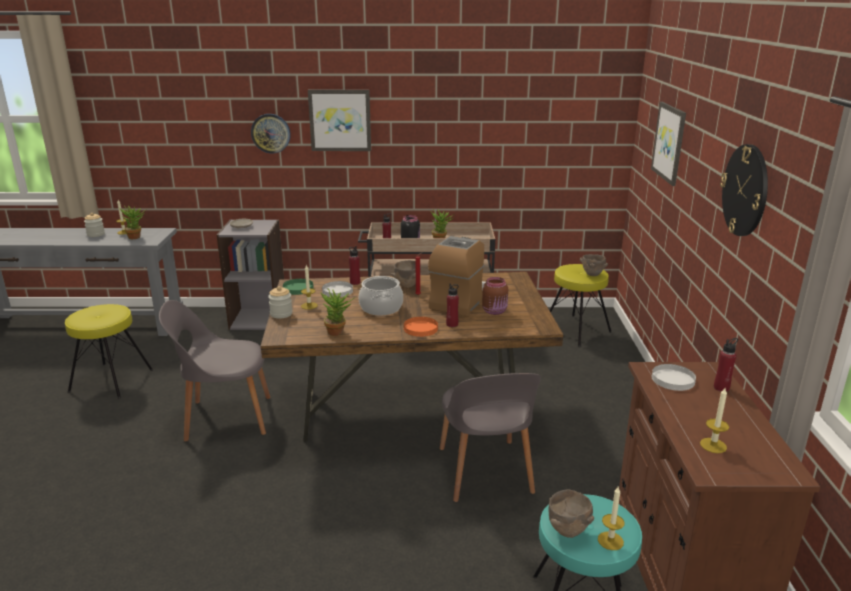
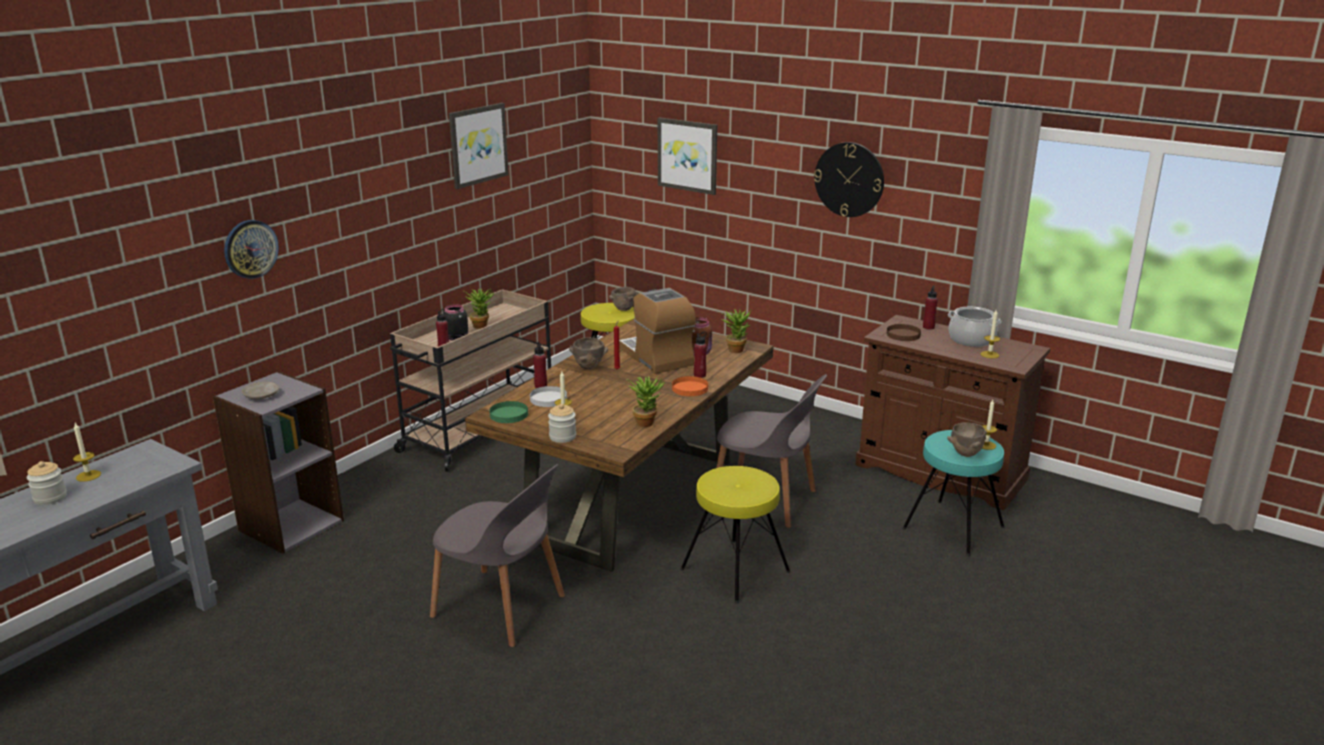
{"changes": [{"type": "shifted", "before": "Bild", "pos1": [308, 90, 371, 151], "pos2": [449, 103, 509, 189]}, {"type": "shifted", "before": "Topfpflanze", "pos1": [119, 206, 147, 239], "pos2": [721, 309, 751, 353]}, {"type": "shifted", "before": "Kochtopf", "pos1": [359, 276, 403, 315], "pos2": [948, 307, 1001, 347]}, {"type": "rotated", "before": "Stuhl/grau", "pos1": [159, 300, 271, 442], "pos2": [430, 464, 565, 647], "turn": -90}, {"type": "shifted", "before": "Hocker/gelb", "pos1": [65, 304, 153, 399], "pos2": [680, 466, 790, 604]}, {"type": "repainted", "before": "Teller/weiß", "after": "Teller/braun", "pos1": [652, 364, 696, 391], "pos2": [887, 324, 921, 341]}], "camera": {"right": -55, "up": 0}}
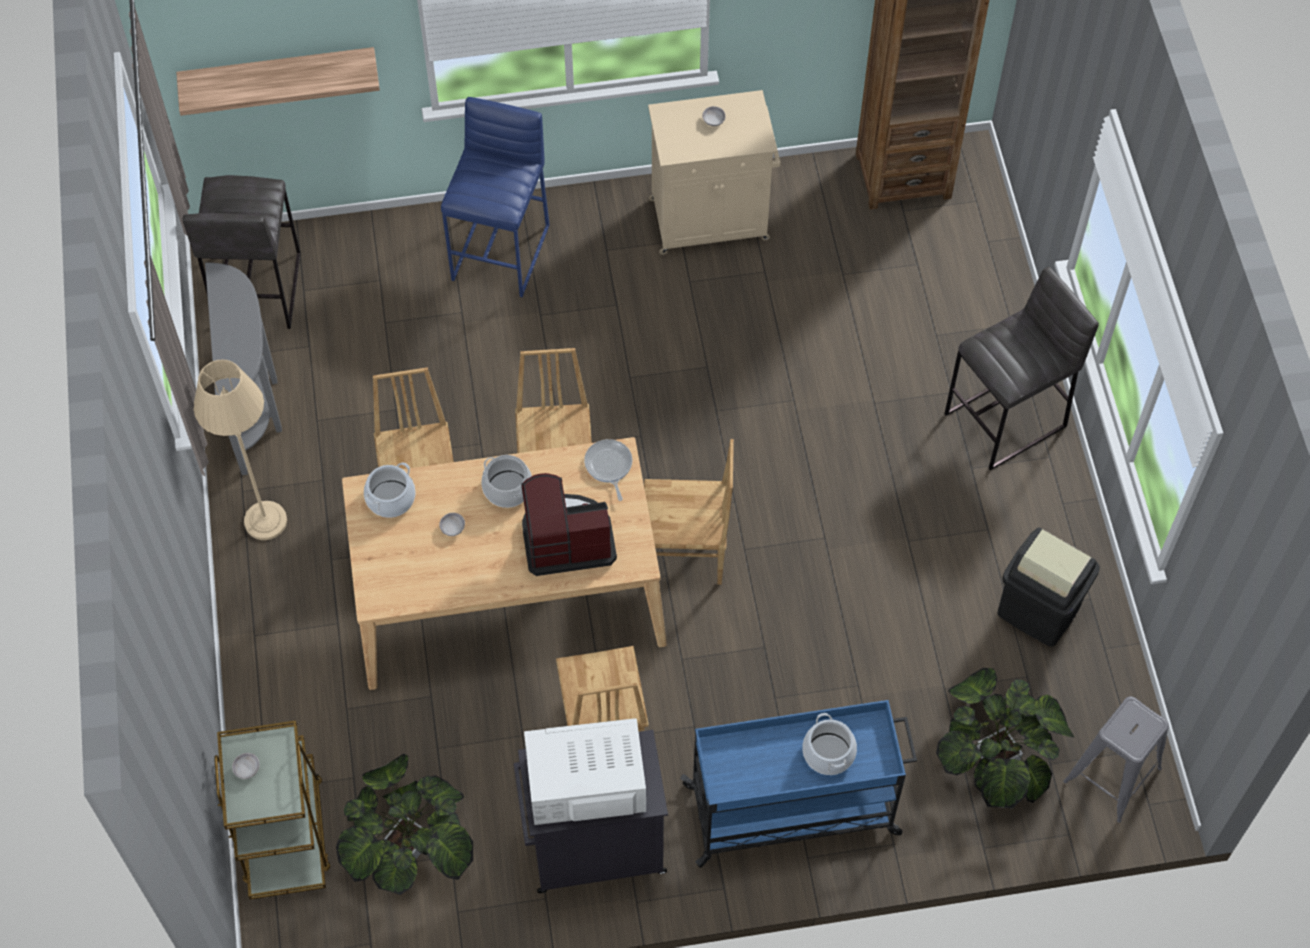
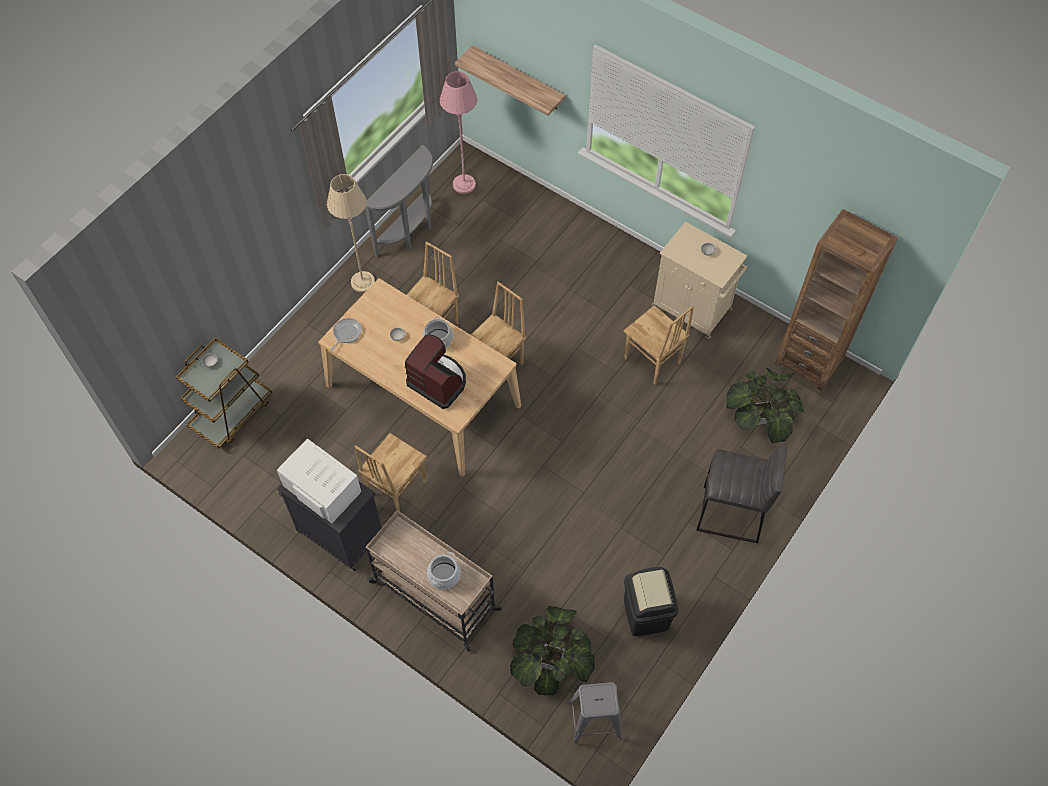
{"changes": [{"type": "gone", "before": "Hocker/blau", "pos1": [441, 97, 550, 297]}, {"type": "swapped", "before": "Hocker/grau", "after": "Stehlampe/rosa", "pos1": [183, 175, 301, 329], "pos2": [440, 71, 477, 194]}, {"type": "shifted", "before": "Pfanne", "pos1": [584, 439, 632, 501], "pos2": [330, 318, 362, 351]}, {"type": "shifted", "before": "Stuhl/braun", "pos1": [644, 439, 734, 585], "pos2": [624, 305, 694, 385]}, {"type": "gone", "before": "Kochtopf", "pos1": [364, 462, 416, 518]}, {"type": "repainted", "before": "Rollwagen/blau", "after": "Rollwagen/beige", "pos1": [680, 700, 917, 868], "pos2": [365, 510, 501, 652]}, {"type": "shifted", "before": "Topfpflanze", "pos1": [336, 754, 473, 895], "pos2": [727, 368, 804, 443]}], "camera": {"right": 45, "up": 0}}
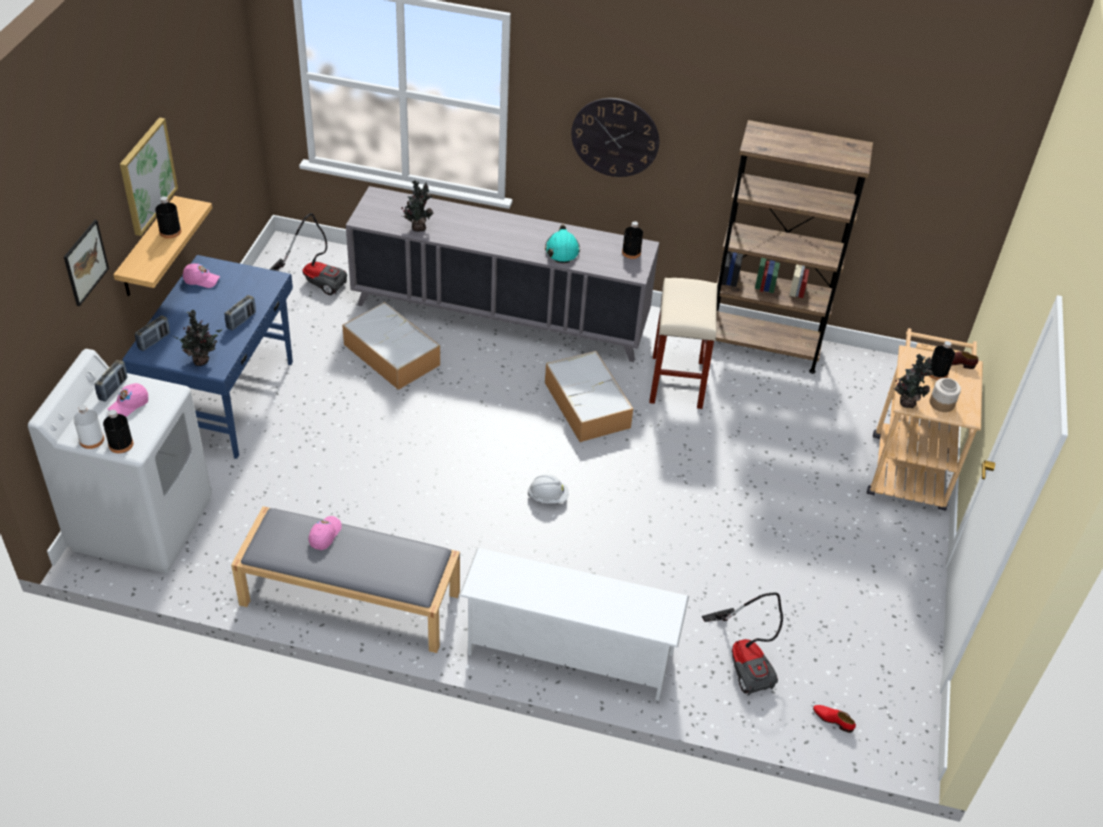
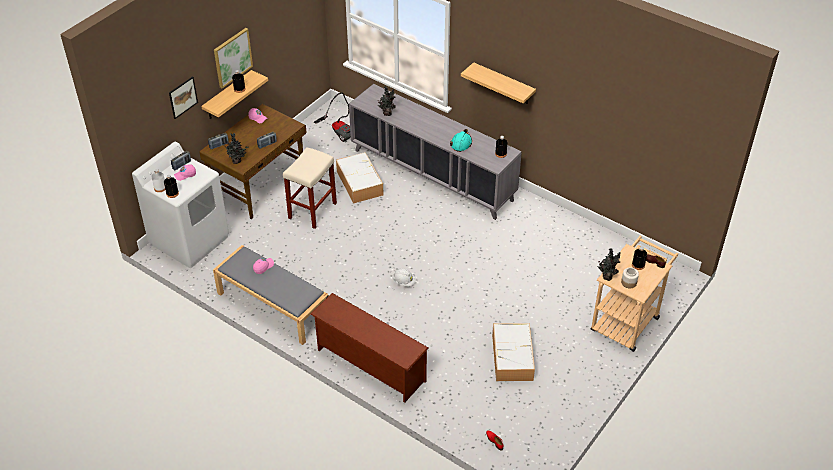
{"changes": [{"type": "swapped", "before": "Wanduhr", "after": "Wandregal", "pos1": [571, 98, 659, 177], "pos2": [461, 62, 536, 104]}, {"type": "gone", "before": "Bücherregal/braun", "pos1": [715, 120, 873, 374]}, {"type": "repainted", "before": "Schreibtisch/blau", "after": "Schreibtisch/braun", "pos1": [122, 255, 293, 459], "pos2": [200, 104, 306, 219]}, {"type": "shifted", "before": "Hocker/beige", "pos1": [649, 278, 717, 409], "pos2": [283, 147, 337, 229]}, {"type": "shifted", "before": "Aufbewahrungsbox", "pos1": [545, 351, 633, 442], "pos2": [492, 323, 535, 381]}, {"type": "repainted", "before": "Schuhregal/weiß", "after": "Schuhregal/braun", "pos1": [459, 547, 689, 701], "pos2": [310, 293, 429, 402]}, {"type": "gone", "before": "Staubsauger", "pos1": [702, 592, 783, 696]}], "camera": {"right": 25, "up": 0}}
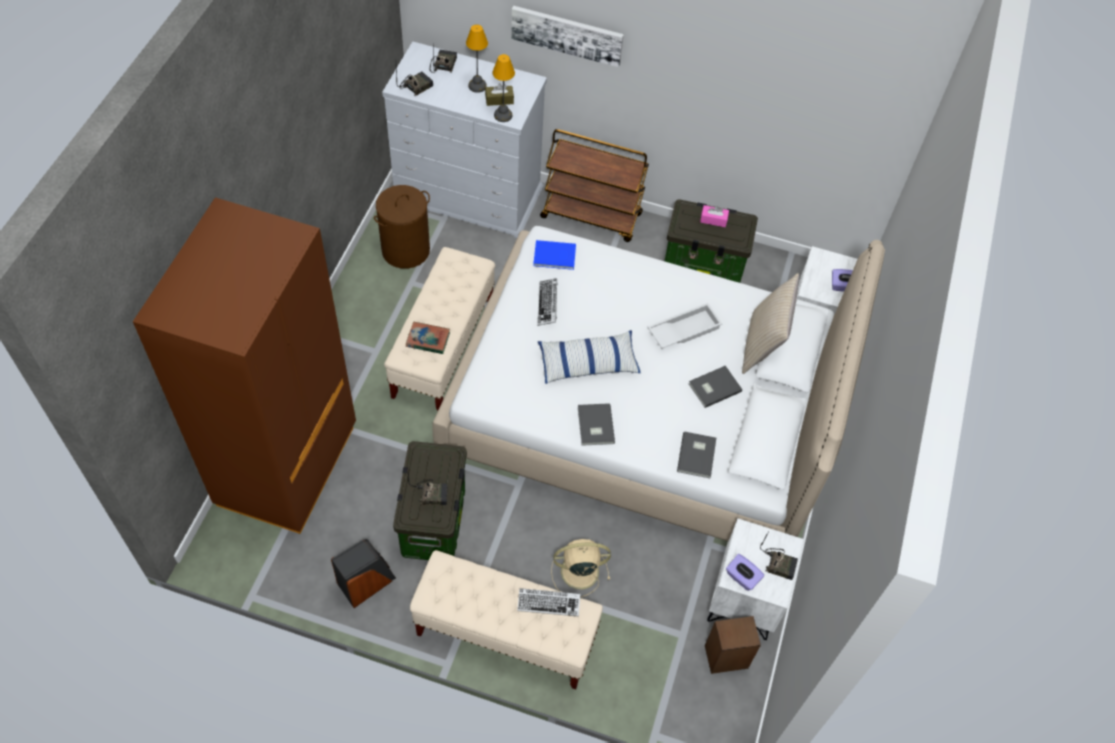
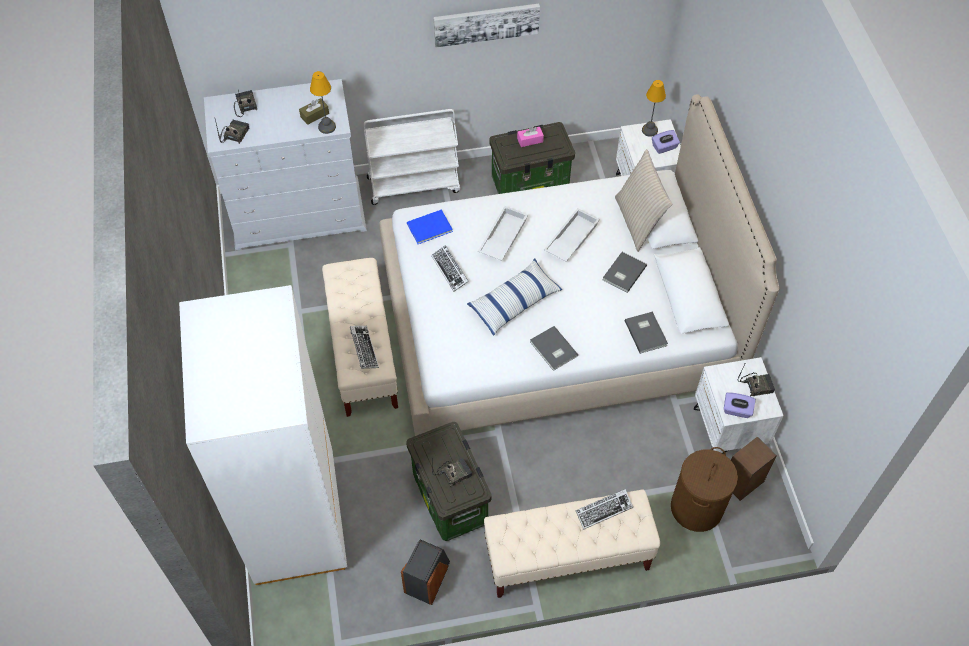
{"changes": [{"type": "shifted", "before": "Bild", "pos1": [511, 6, 624, 67], "pos2": [434, 4, 540, 47]}, {"type": "shifted", "before": "Tischlampe", "pos1": [466, 24, 488, 93], "pos2": [642, 80, 666, 137]}, {"type": "repainted", "before": "Rollwagen/braun", "after": "Rollwagen/weiß", "pos1": [540, 129, 649, 242], "pos2": [364, 109, 460, 205]}, {"type": "shifted", "before": "Wäschekorb/braun", "pos1": [374, 185, 430, 269], "pos2": [671, 447, 738, 532]}, {"type": "repainted", "before": "Kleiderschrank/braun", "after": "Kleiderschrank/weiß", "pos1": [133, 197, 356, 534], "pos2": [179, 285, 347, 585]}, {"type": "swapped", "before": "Buch", "after": "Tastatur", "pos1": [406, 322, 450, 354], "pos2": [350, 326, 379, 369]}, {"type": "gone", "before": "Ventilator/beige", "pos1": [551, 539, 611, 598]}, {"type": "new", "after": "Tablett/weiß", "pos2": [478, 206, 528, 261]}], "camera": {"right": -25, "up": 0}}
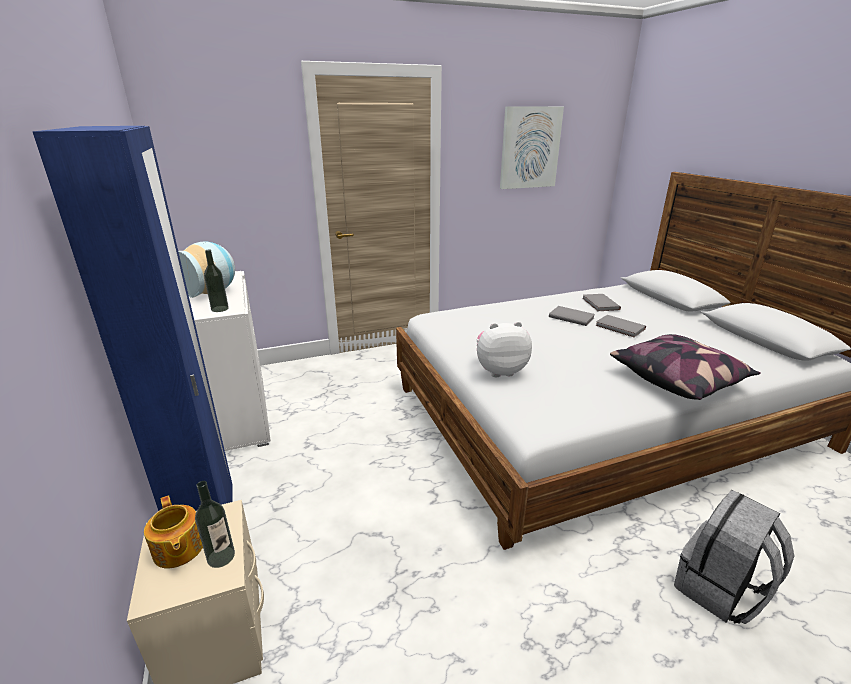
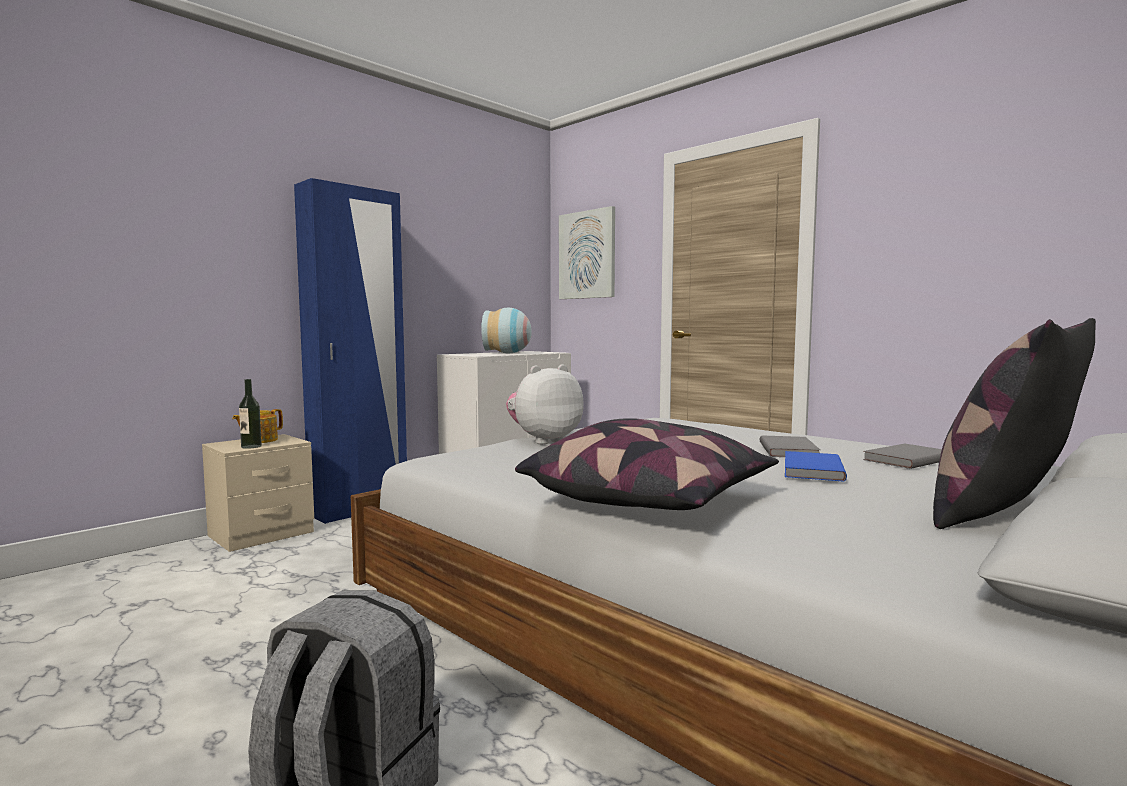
{"changes": [{"type": "shifted", "before": "Bild", "pos1": [500, 106, 564, 189], "pos2": [559, 206, 615, 299]}, {"type": "gone", "before": "Flasche", "pos1": [204, 249, 229, 312]}, {"type": "repainted", "before": "Buch/grau", "after": "Buch/blau", "pos1": [595, 315, 646, 338], "pos2": [785, 451, 847, 482]}, {"type": "rotated", "before": "Plüschtier", "pos1": [476, 321, 532, 377], "pos2": [506, 364, 583, 444], "turn": -90}, {"type": "new", "after": "Kissen", "pos2": [933, 318, 1096, 529]}], "camera": {"right": 65, "up": -20}}
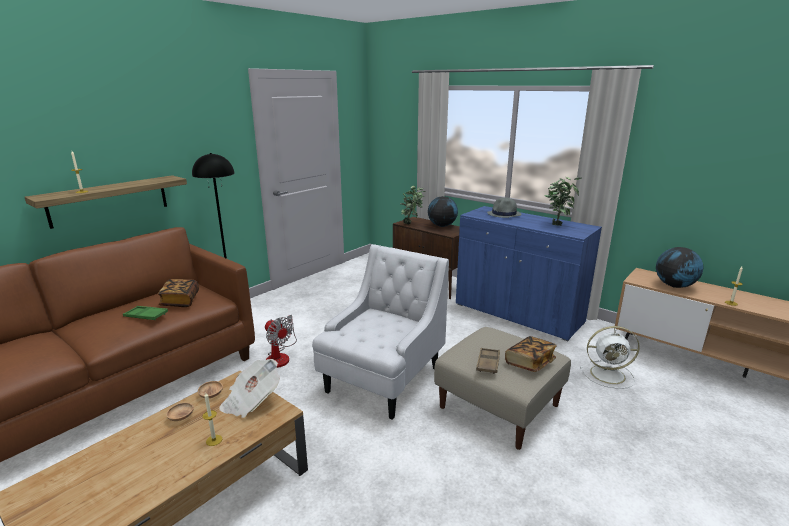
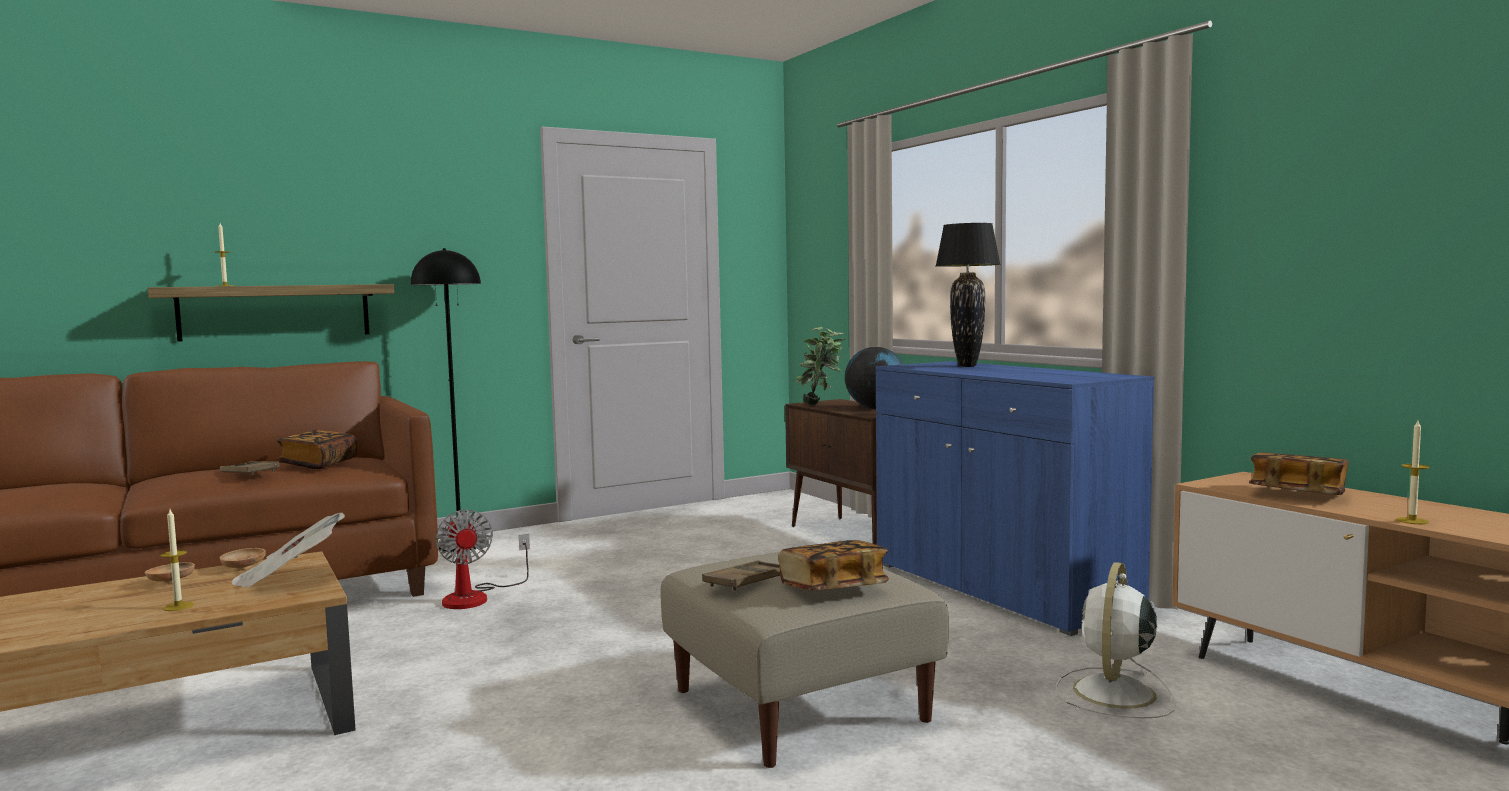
{"changes": [{"type": "gone", "before": "Topfpflanze", "pos1": [544, 177, 581, 226]}, {"type": "swapped", "before": "Hut/grau", "after": "Tischlampe/schwarz", "pos1": [487, 198, 521, 218], "pos2": [936, 223, 1001, 367]}, {"type": "gone", "before": "Sessel/weiß", "pos1": [312, 244, 449, 420]}, {"type": "swapped", "before": "Globus", "after": "Buch", "pos1": [656, 247, 703, 288], "pos2": [1249, 452, 1349, 495]}, {"type": "repainted", "before": "Tablett/grün", "after": "Tablett/braun", "pos1": [123, 306, 168, 320], "pos2": [220, 461, 280, 475]}, {"type": "rotated", "before": "Ventilator/weiß", "pos1": [580, 326, 640, 389], "pos2": [1056, 562, 1176, 718], "turn": 90}], "camera": {"right": 20, "up": -15}}
